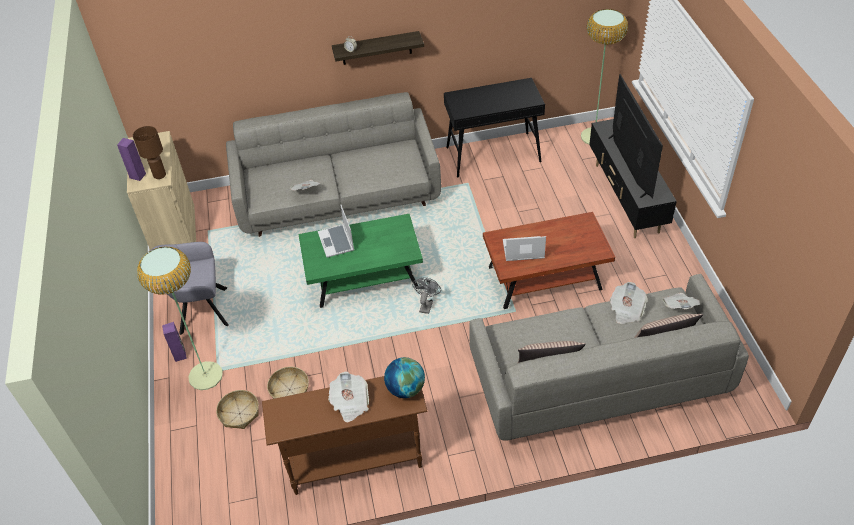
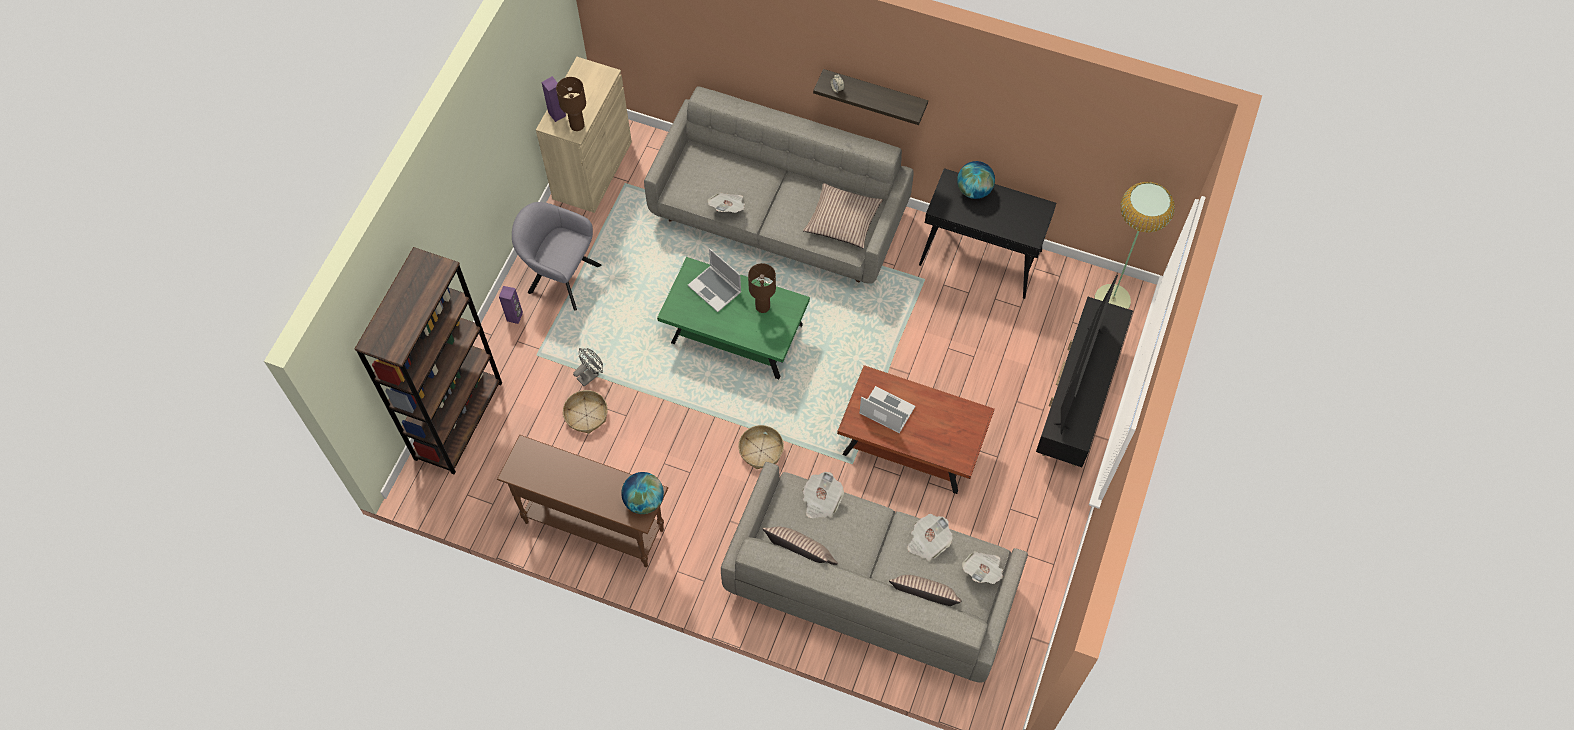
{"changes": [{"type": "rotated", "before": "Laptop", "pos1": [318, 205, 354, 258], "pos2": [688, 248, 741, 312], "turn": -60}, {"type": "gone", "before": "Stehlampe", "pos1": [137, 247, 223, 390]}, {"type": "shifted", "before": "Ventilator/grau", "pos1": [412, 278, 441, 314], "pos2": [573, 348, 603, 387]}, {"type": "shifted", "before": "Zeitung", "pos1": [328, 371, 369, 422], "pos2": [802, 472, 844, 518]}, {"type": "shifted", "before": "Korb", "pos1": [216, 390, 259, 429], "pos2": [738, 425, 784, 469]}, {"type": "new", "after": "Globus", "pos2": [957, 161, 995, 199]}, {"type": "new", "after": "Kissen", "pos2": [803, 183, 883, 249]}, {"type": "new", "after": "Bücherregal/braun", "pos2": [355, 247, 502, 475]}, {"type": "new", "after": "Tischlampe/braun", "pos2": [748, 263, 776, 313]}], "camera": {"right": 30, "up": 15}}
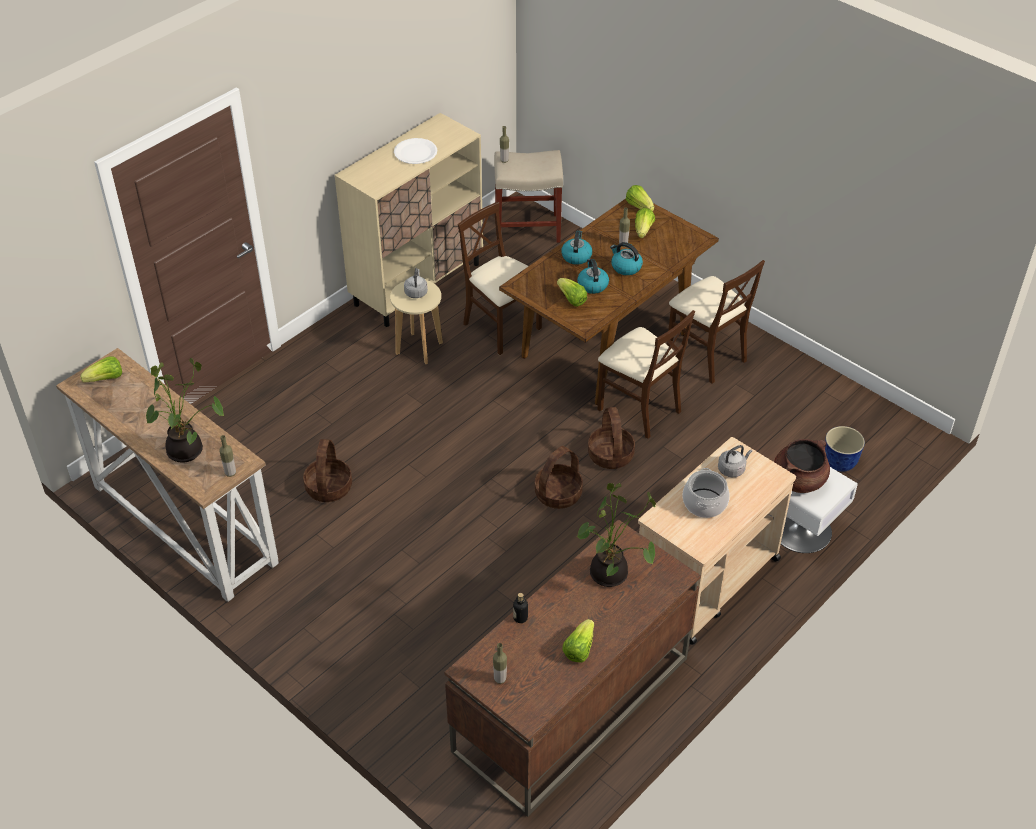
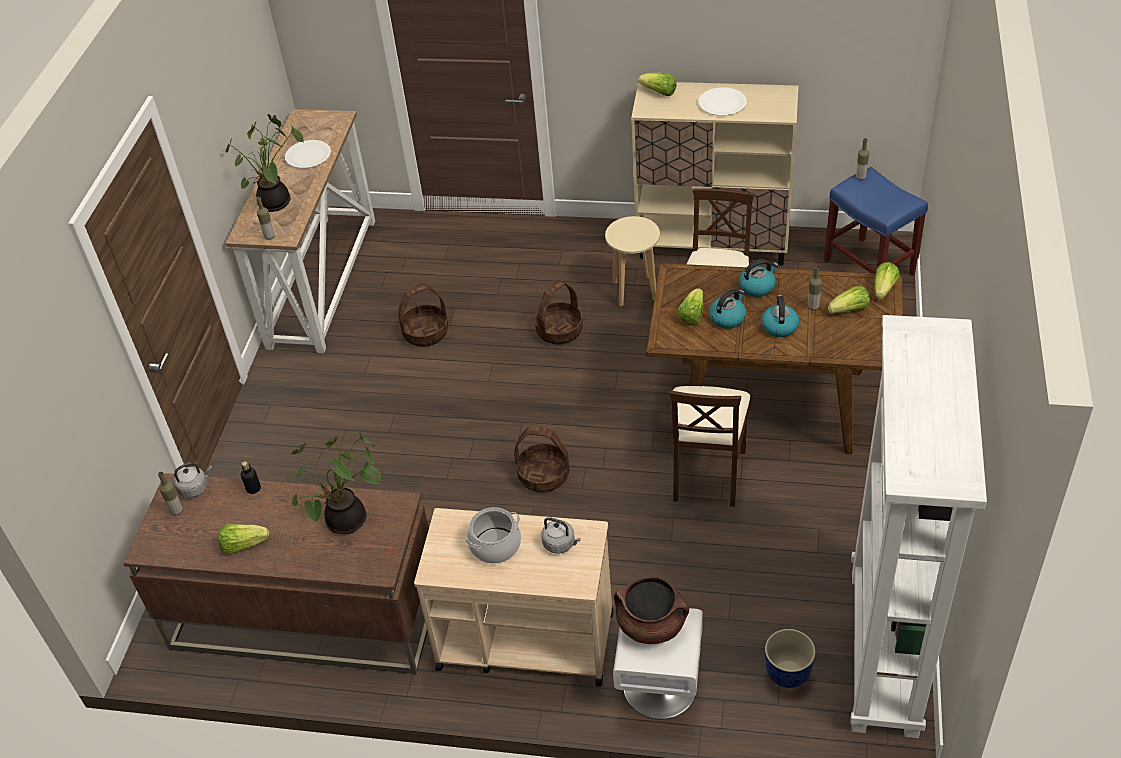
{"changes": [{"type": "repainted", "before": "Hocker/beige", "after": "Hocker/blau", "pos1": [494, 150, 563, 243], "pos2": [823, 167, 928, 276]}, {"type": "gone", "before": "Stuhl/beige", "pos1": [667, 260, 765, 384]}, {"type": "shifted", "before": "Wasserkessel/grau", "pos1": [404, 268, 428, 298], "pos2": [174, 462, 213, 498]}, {"type": "shifted", "before": "Salatkopf", "pos1": [80, 356, 122, 382], "pos2": [638, 73, 676, 96]}, {"type": "shifted", "before": "Korb", "pos1": [588, 407, 635, 469], "pos2": [535, 280, 583, 345]}, {"type": "new", "after": "Teller/weiß", "pos2": [285, 140, 331, 168]}, {"type": "new", "after": "Bücherregal/weiß", "pos2": [850, 315, 987, 738]}], "camera": {"right": 60, "up": 0}}
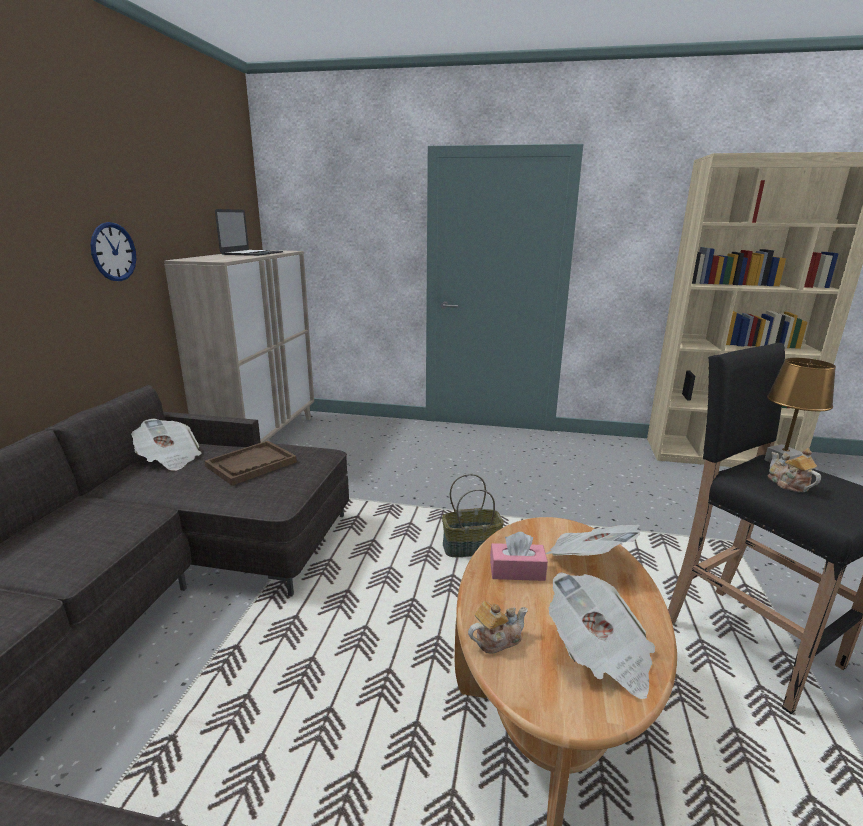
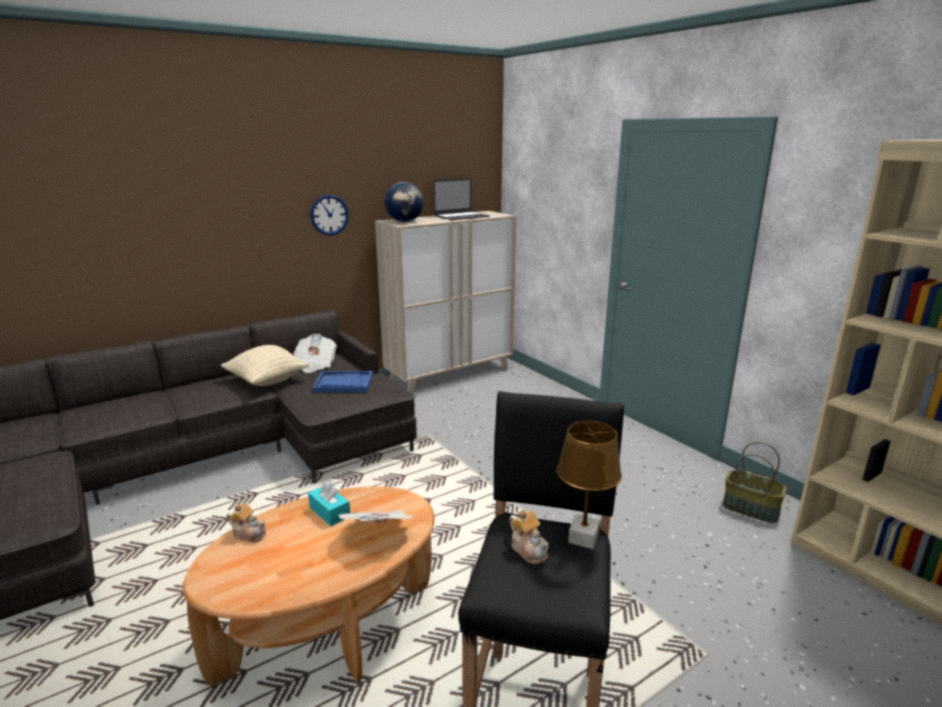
{"changes": [{"type": "repainted", "before": "Tablett/braun", "after": "Tablett/blau", "pos1": [205, 441, 297, 486], "pos2": [313, 371, 373, 393]}, {"type": "rotated", "before": "Teekanne", "pos1": [768, 448, 821, 492], "pos2": [509, 509, 549, 565], "turn": 120}, {"type": "shifted", "before": "Korb", "pos1": [442, 474, 504, 557], "pos2": [722, 442, 787, 523]}, {"type": "repainted", "before": "Taschentuchbox/rosa", "after": "Taschentuchbox/türkis", "pos1": [490, 532, 548, 581], "pos2": [308, 481, 350, 526]}, {"type": "gone", "before": "Zeitung", "pos1": [549, 572, 655, 699]}, {"type": "new", "after": "Globus", "pos2": [384, 182, 424, 222]}, {"type": "new", "after": "Kissen/beige", "pos2": [221, 345, 309, 386]}], "camera": {"right": 45, "up": 0}}
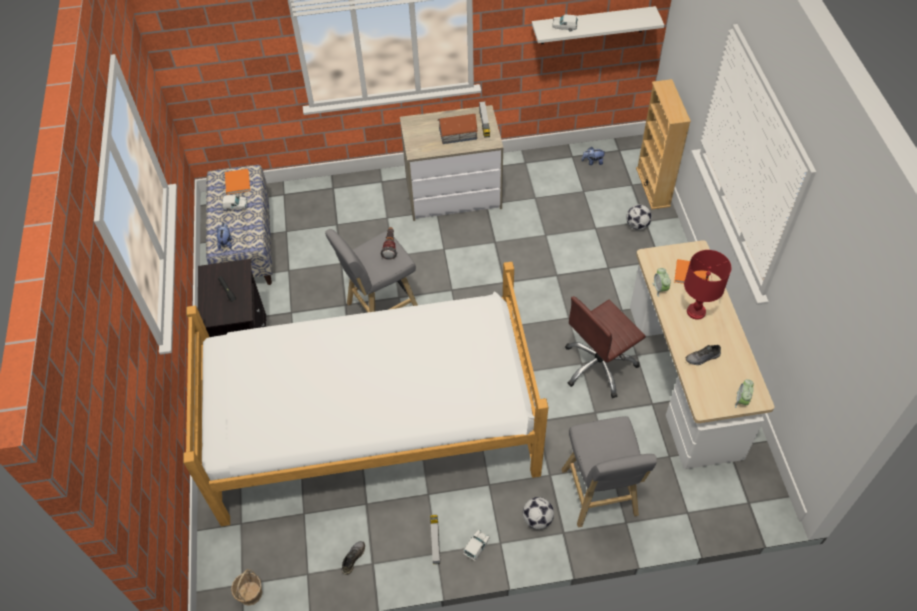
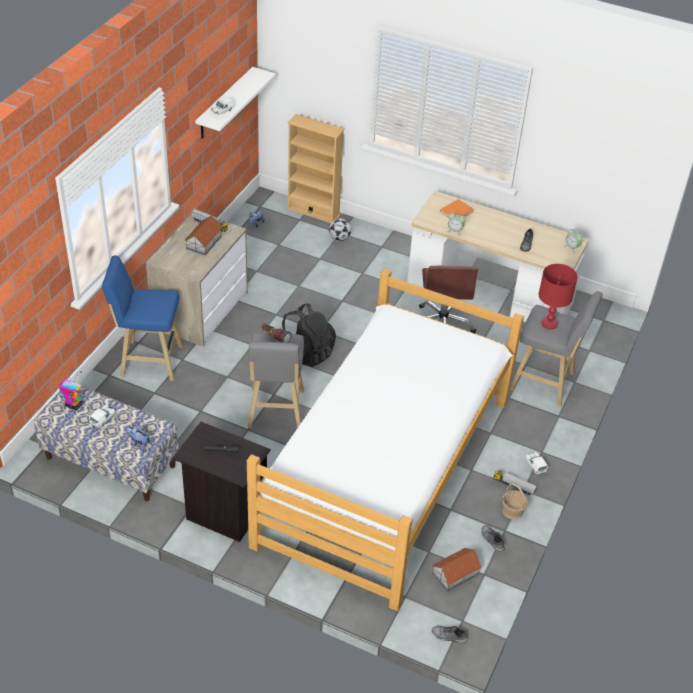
{"changes": [{"type": "swapped", "before": "Buch/orange", "after": "Spielzeugroboter", "pos1": [225, 169, 250, 195], "pos2": [58, 368, 83, 410]}, {"type": "shifted", "before": "Tischlampe/rot", "pos1": [684, 250, 731, 320], "pos2": [539, 264, 578, 329]}, {"type": "gone", "before": "Fußball", "pos1": [523, 497, 554, 529]}, {"type": "shifted", "before": "Korb", "pos1": [231, 569, 262, 606], "pos2": [502, 483, 528, 519]}, {"type": "new", "after": "Hocker/blau", "pos2": [102, 255, 183, 381]}, {"type": "new", "after": "Rucksack/schwarz", "pos2": [282, 304, 336, 367]}, {"type": "new", "after": "Spielzeughaus", "pos2": [432, 548, 481, 592]}, {"type": "new", "after": "Schuh/grau", "pos2": [432, 626, 467, 643]}], "camera": {"right": -60, "up": -10}}
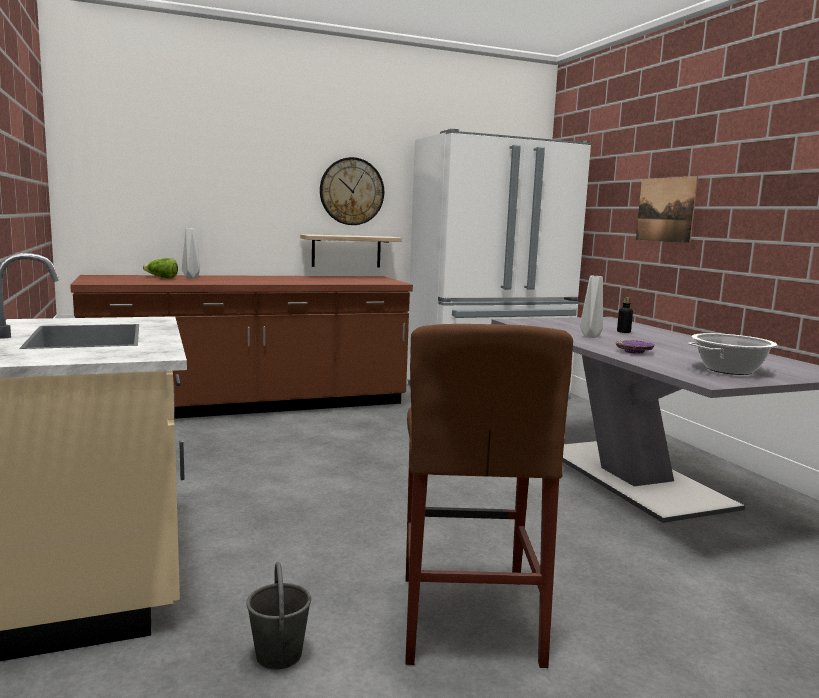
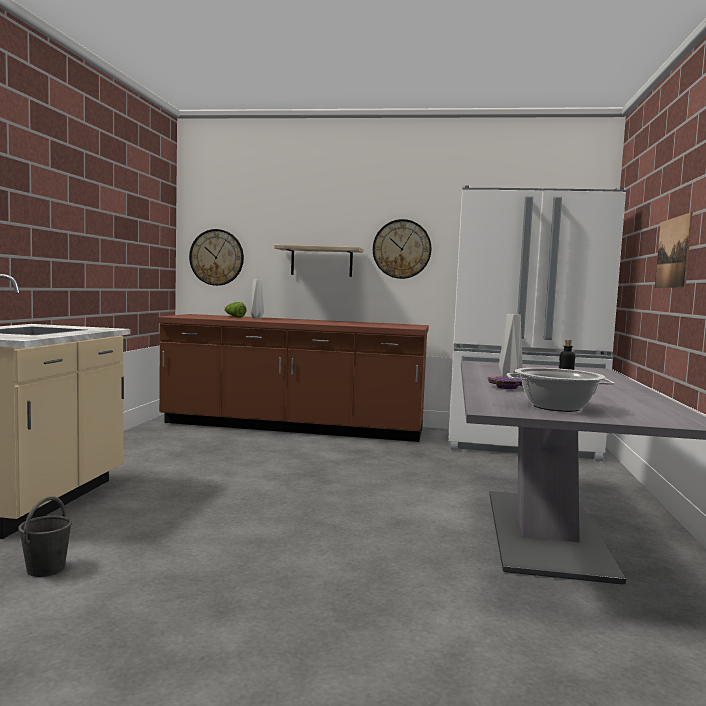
{"changes": [{"type": "shifted", "before": "Wandregal", "pos1": [300, 234, 402, 267], "pos2": [274, 245, 363, 277]}, {"type": "gone", "before": "Hocker/braun", "pos1": [405, 324, 573, 668]}, {"type": "new", "after": "Wanduhr", "pos2": [189, 229, 244, 286]}], "camera": {"right": 30, "up": -5}}
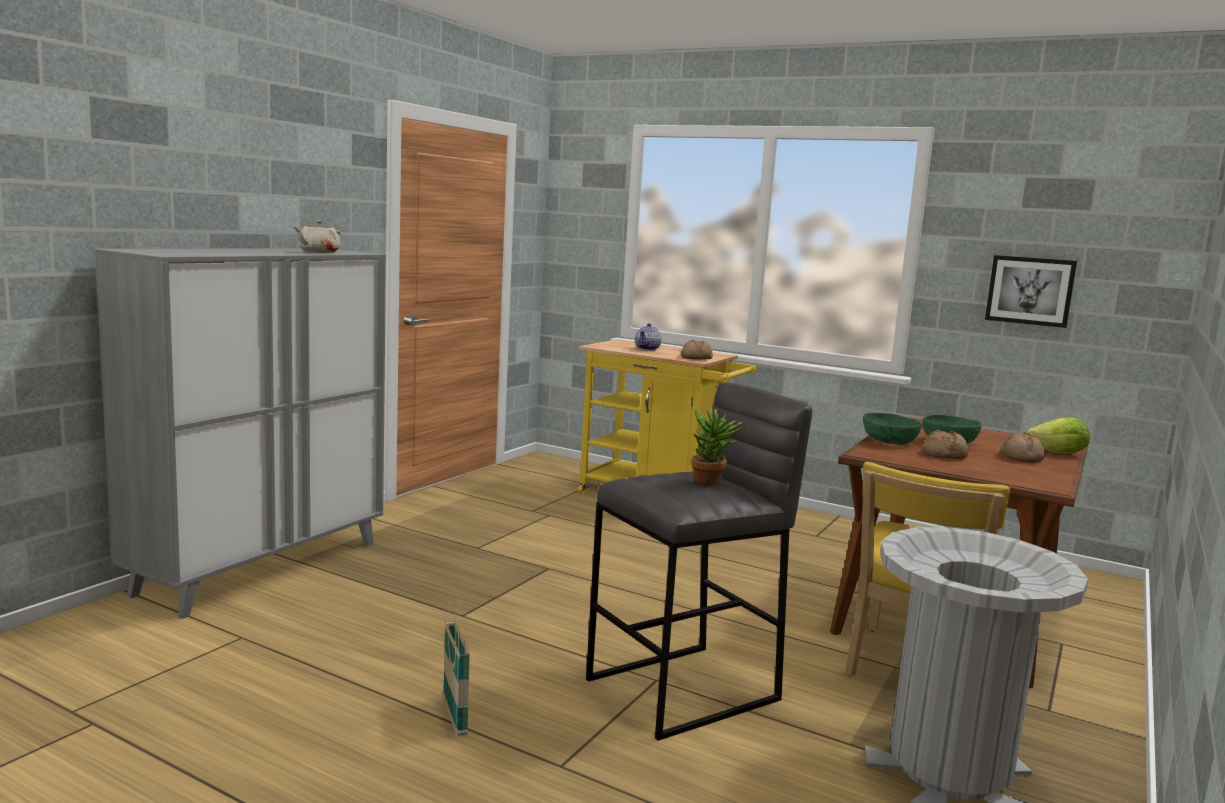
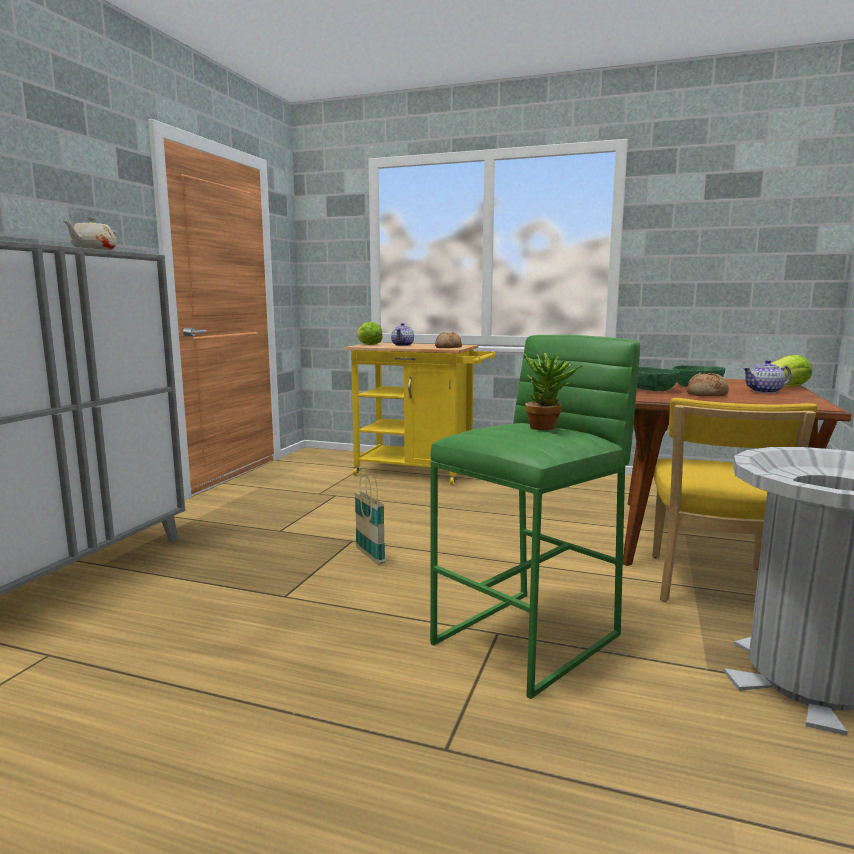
{"changes": [{"type": "gone", "before": "Bild", "pos1": [985, 255, 1077, 328]}, {"type": "repainted", "before": "Hocker/grau", "after": "Hocker/grün", "pos1": [586, 382, 812, 741], "pos2": [430, 335, 640, 699]}, {"type": "swapped", "before": "Brot", "after": "Teekanne", "pos1": [1000, 433, 1045, 463], "pos2": [742, 360, 791, 393]}, {"type": "shifted", "before": "Korb", "pos1": [443, 600, 470, 736], "pos2": [354, 473, 386, 565]}, {"type": "new", "after": "Salatkopf", "pos2": [356, 322, 383, 345]}], "camera": {"right": -10, "up": 0}}
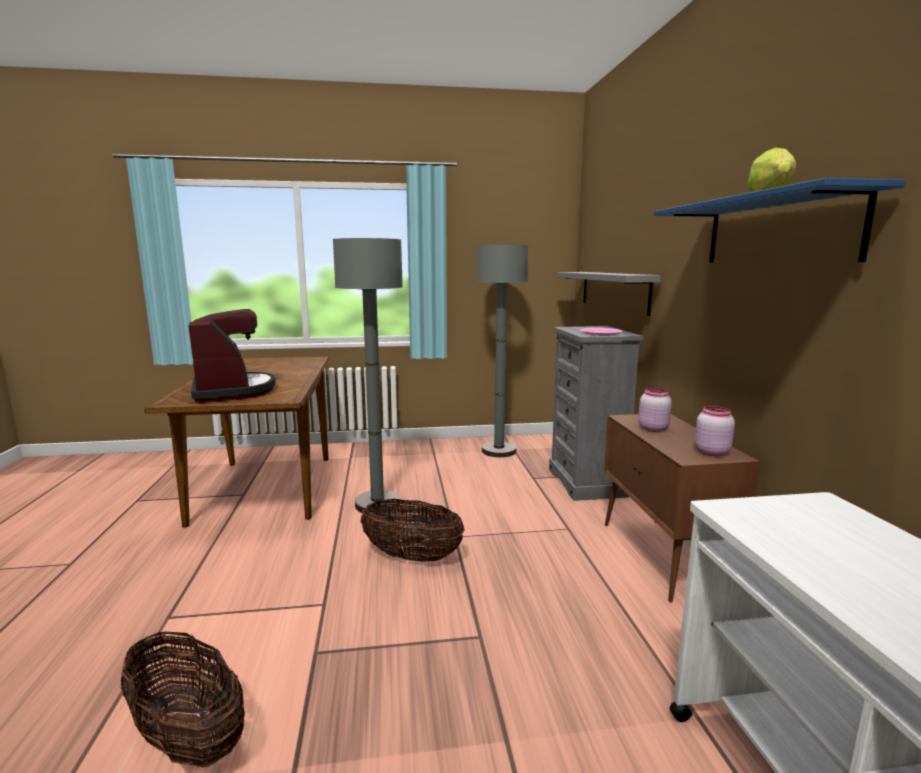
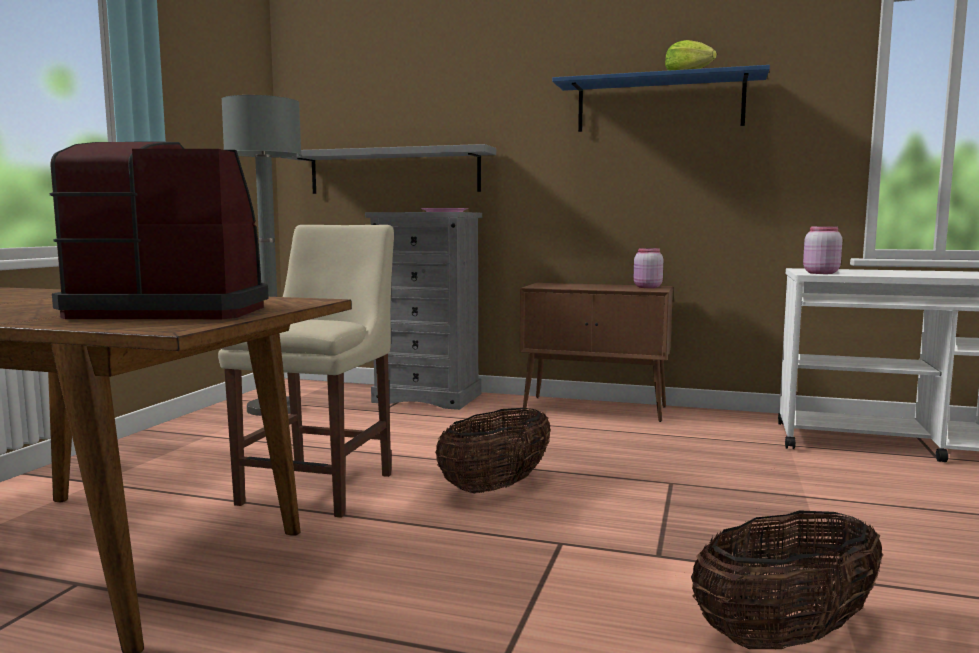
{"changes": [{"type": "swapped", "before": "Stehlampe/grau", "after": "Stuhl/beige", "pos1": [333, 238, 403, 514], "pos2": [218, 225, 394, 518]}, {"type": "shifted", "before": "Vorratsglas/rosa", "pos1": [638, 388, 672, 432], "pos2": [803, 226, 842, 274]}], "camera": {"right": -65, "up": -5}}
